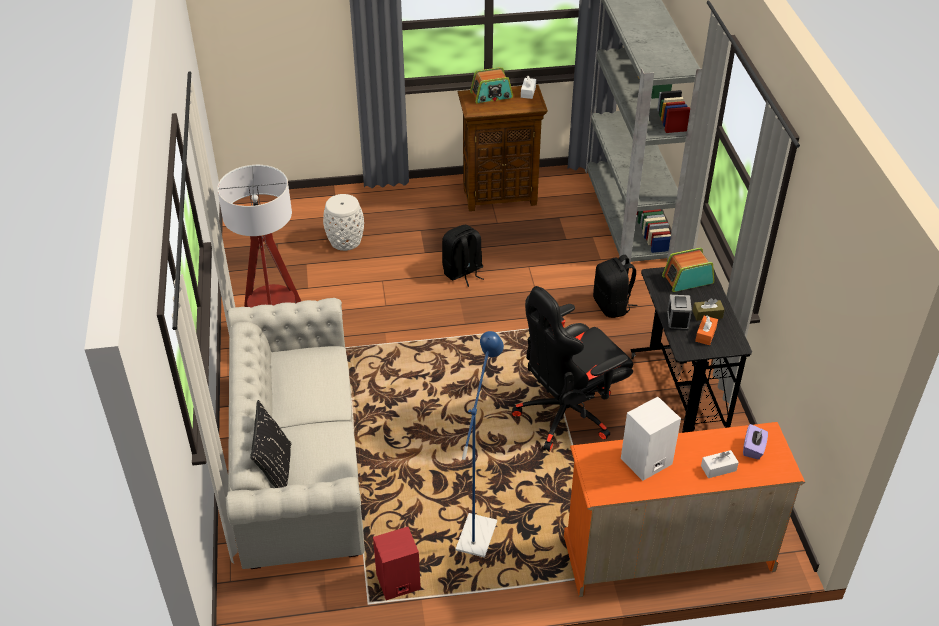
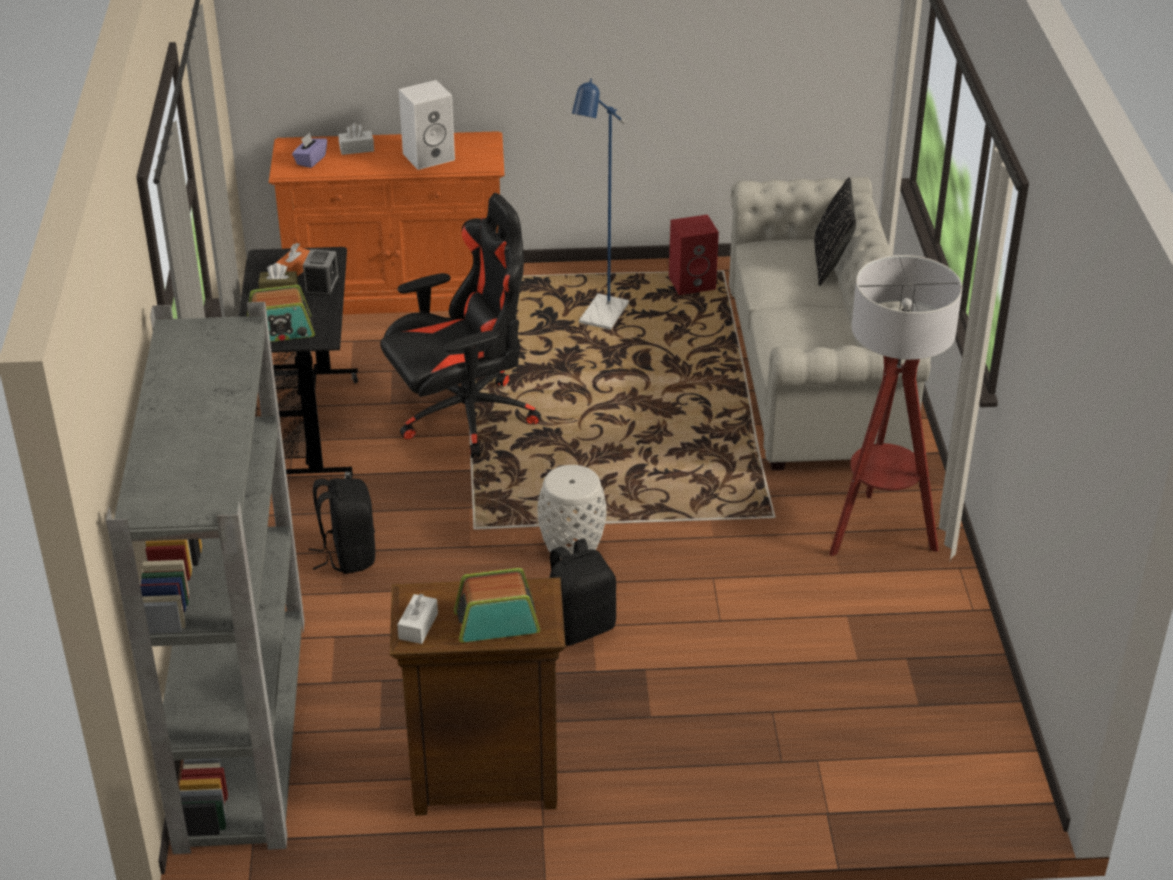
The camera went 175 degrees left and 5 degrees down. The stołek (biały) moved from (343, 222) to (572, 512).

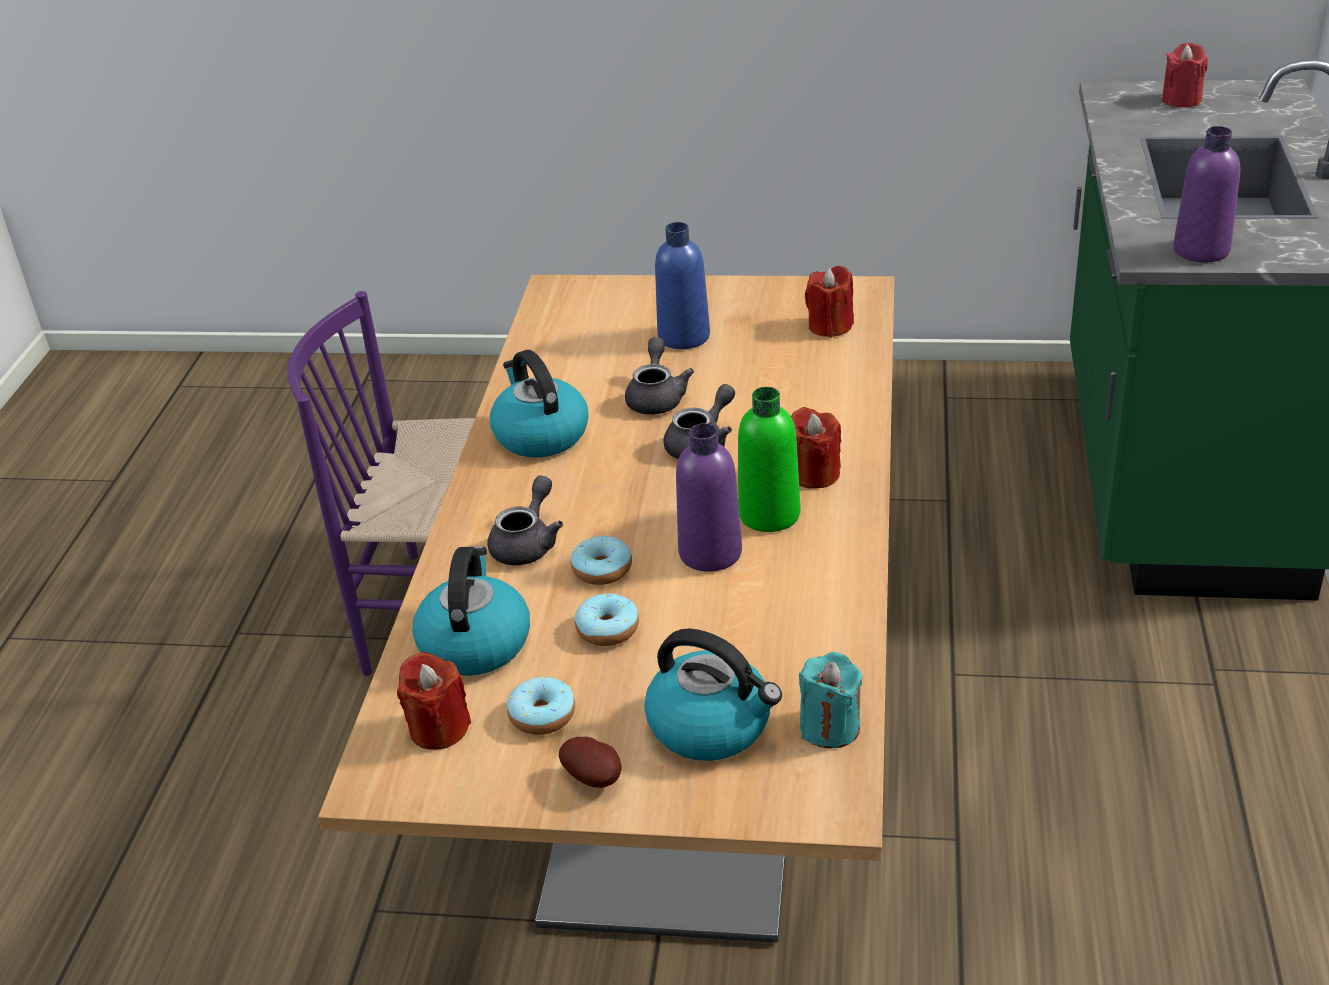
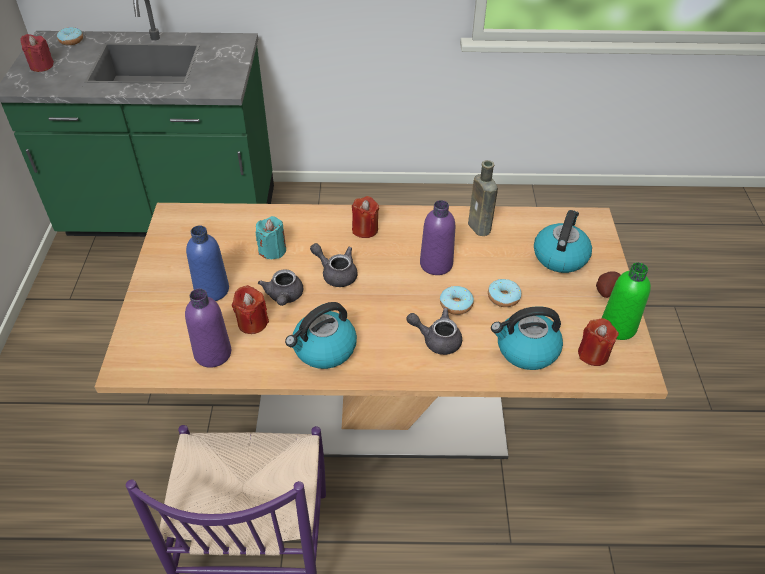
The camera went 100 degrees left and 10 degrees up. The donut moved from (541, 705) to (70, 36). The butelka (fioletowy) moved from (1206, 194) to (208, 328). The świeca (czerwony) moved from (829, 302) to (250, 309). The świeca (turkusowy) moved from (830, 700) to (271, 237). The imbryk (szary) at (659, 376) turned 90 degrees counterclockwise. The butelka (brązowy) at (483, 198) appeared. The butelka (zielony) moved from (769, 459) to (626, 301).

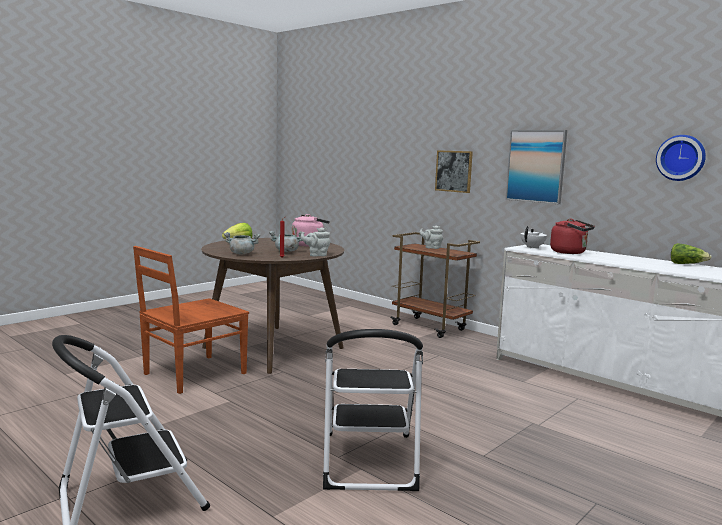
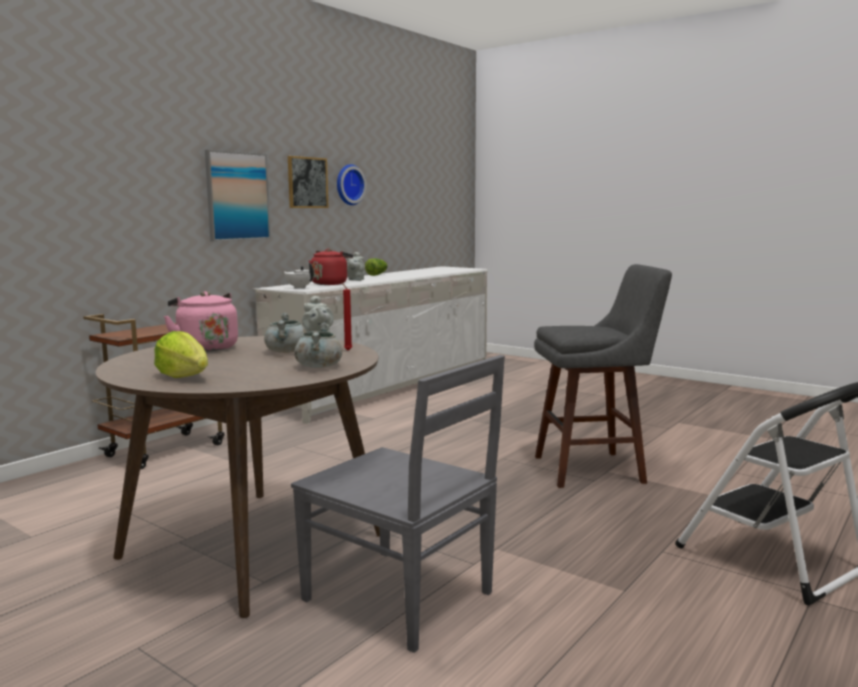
The camera went 95 degrees left and 0 degrees up. The obraz moved from (454, 171) to (308, 182). The krzesło (brązowy) at (191, 320) became the krzesło (szary) at (398, 504). The imbryk (szary) moved from (431, 237) to (356, 266). The drabinka at (373, 410) was replaced by the stołek (szary) at (603, 376).

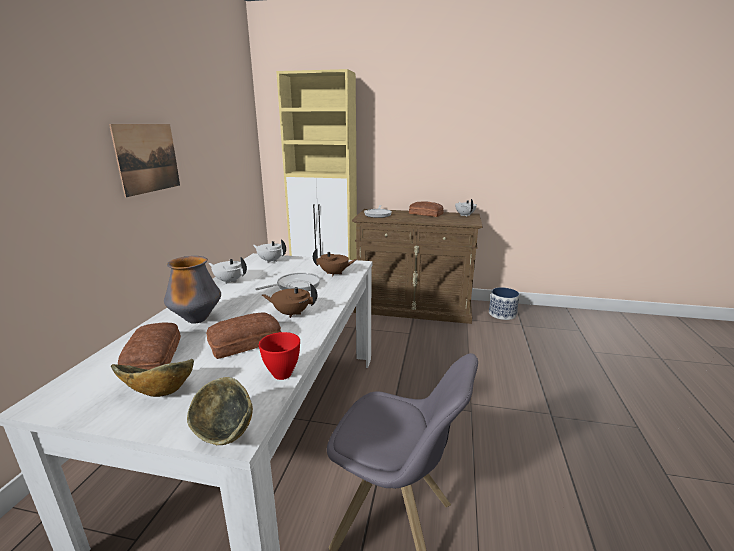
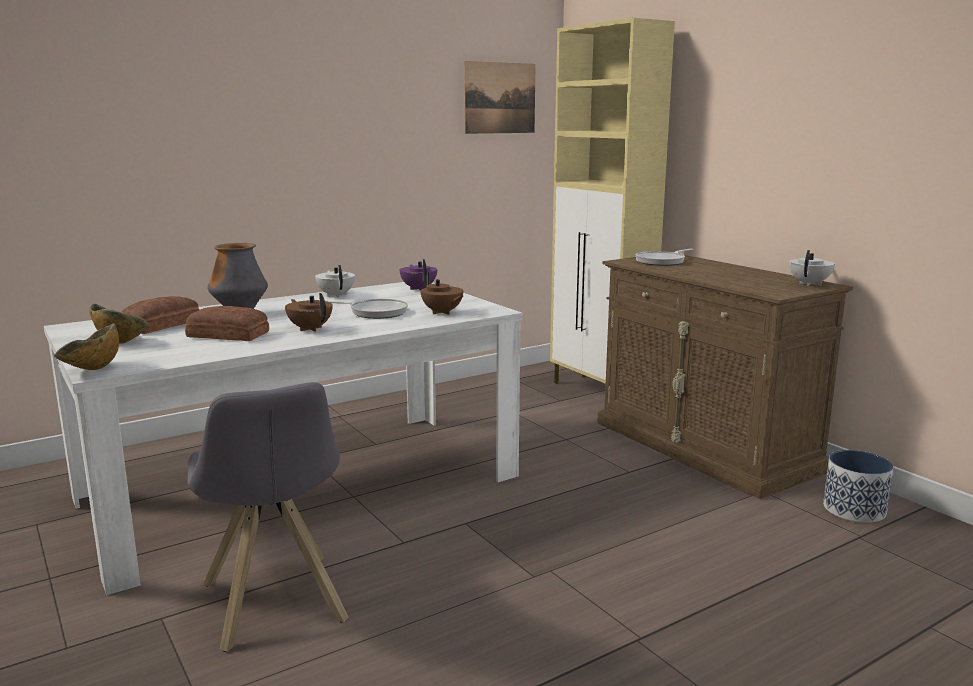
The camera went 45 degrees right and 5 degrees down. The imbryk (biały) at (269, 251) became the imbryk (fioletowy) at (418, 275). The obraz moved from (144, 160) to (500, 97). The miska (czerwony) at (279, 356) disappeared. The chleb at (426, 209) disappeared.

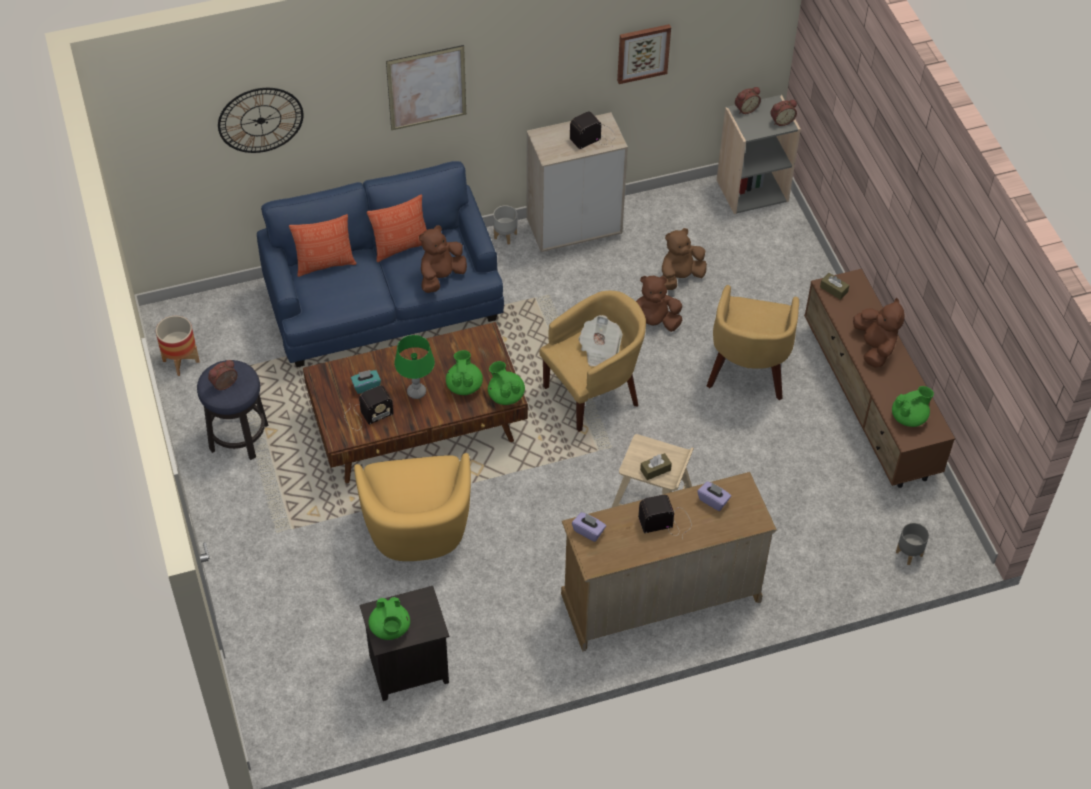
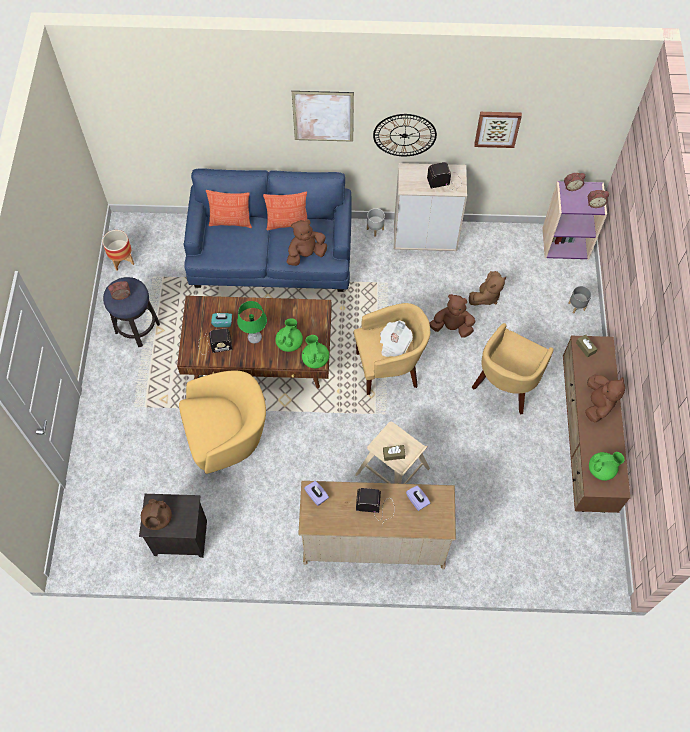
The camera went 20 degrees right and 10 degrees up. The imbryk (zielony) at (389, 618) became the imbryk (brązowy) at (156, 514). The fotel (żółty) at (412, 507) turned 120 degrees counterclockwise. The zegar ścienny moved from (261, 120) to (405, 135). The pluszak (brązowy) at (684, 259) turned 150 degrees clockwise. The regał (szary) at (759, 154) became the regał (fioletowy) at (575, 220). The donica (szary) moved from (912, 544) to (579, 299).

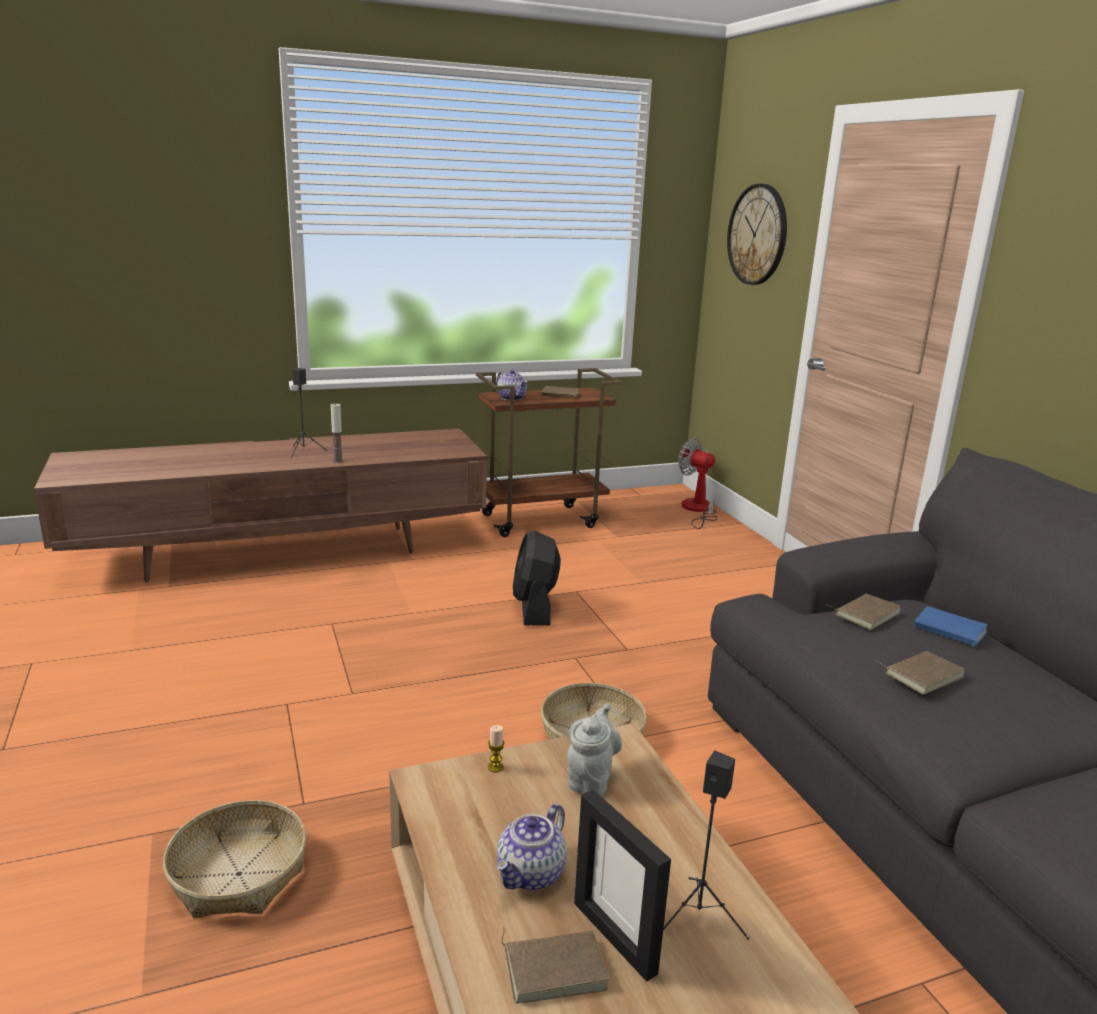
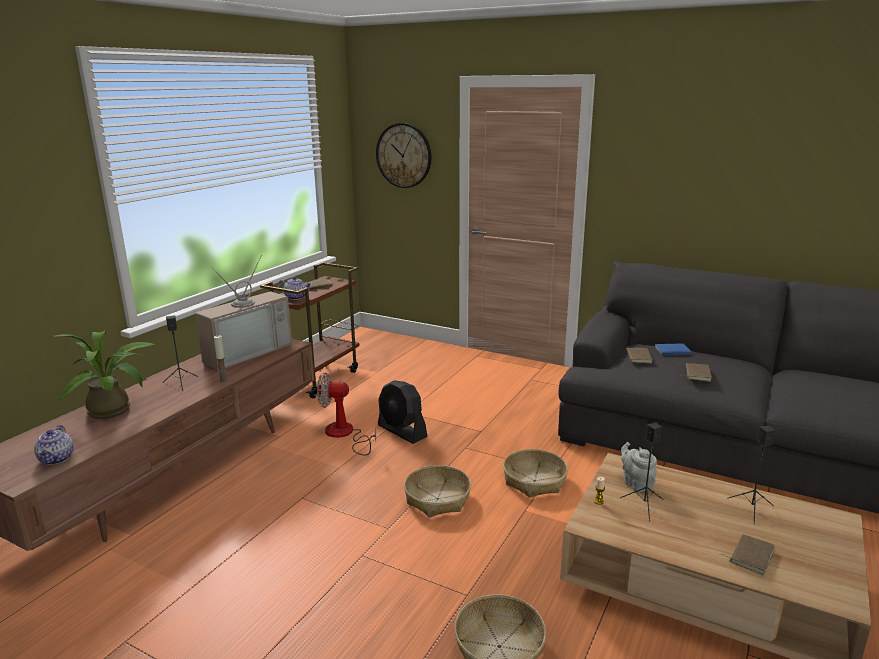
The camera went 40 degrees left and 0 degrees up. The imbryk moved from (531, 846) to (54, 445). The roślina doniczkowa at (103, 374) appeared. The telewizor at (243, 312) appeared. The wentylator moved from (697, 483) to (346, 414). The koszyk at (437, 491) appeared. The głośnik (czarny) at (642, 472) appeared. The ramka na zdjęcie at (622, 886) disappeared.

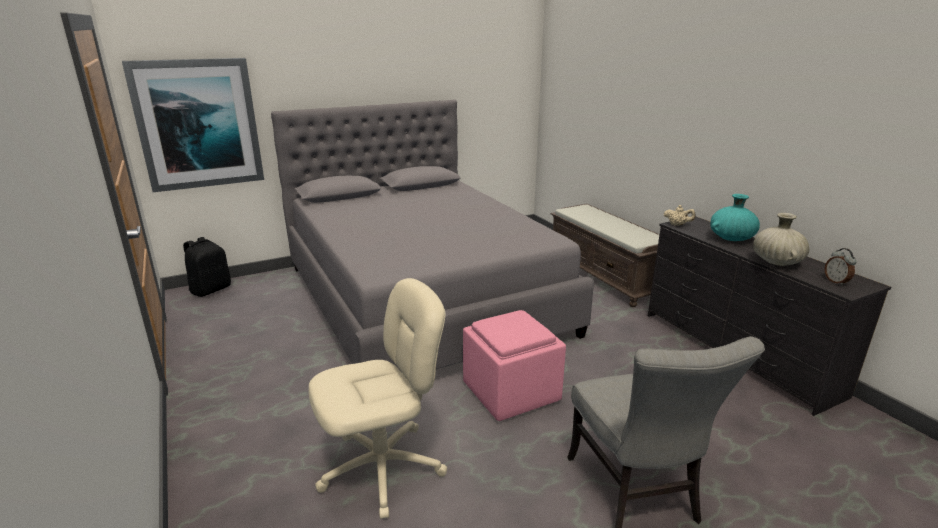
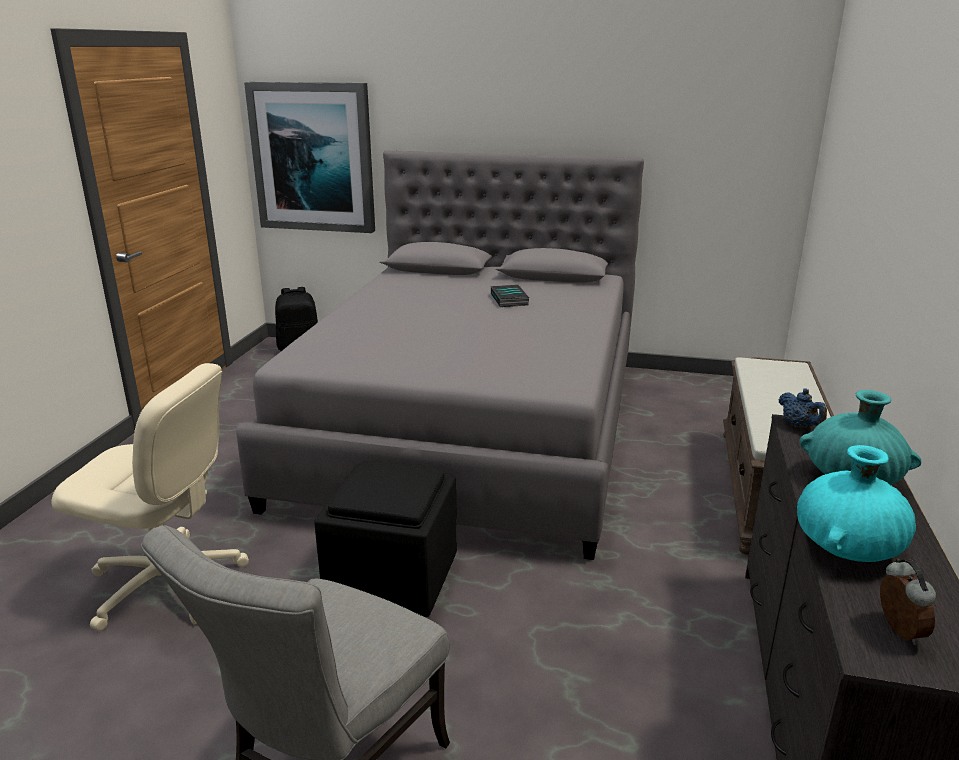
The camera went 40 degrees right and 0 degrees up. The pufa (różowy) at (514, 365) became the pufa (czarny) at (385, 539). The książka at (510, 296) appeared. The imbryk (beżowy) at (679, 215) became the imbryk (niebieski) at (803, 408). The wazon (beżowy) at (781, 239) became the wazon (turkusowy) at (856, 503). The budzik at (841, 267) turned 150 degrees clockwise.

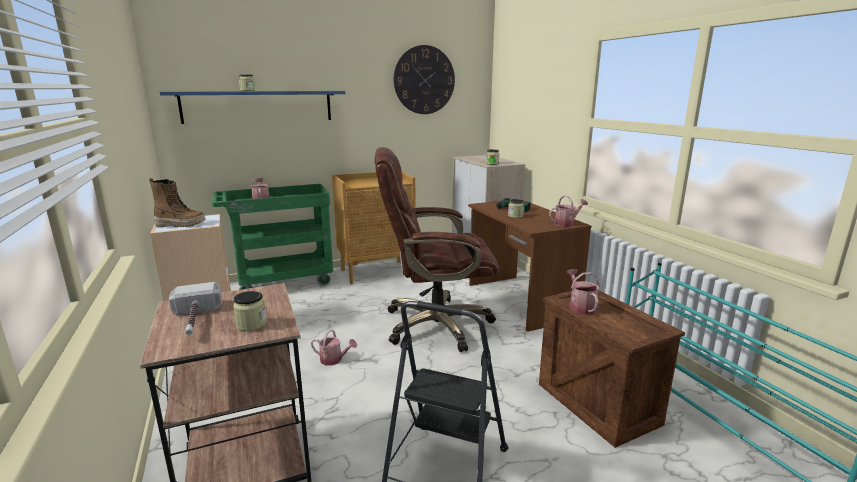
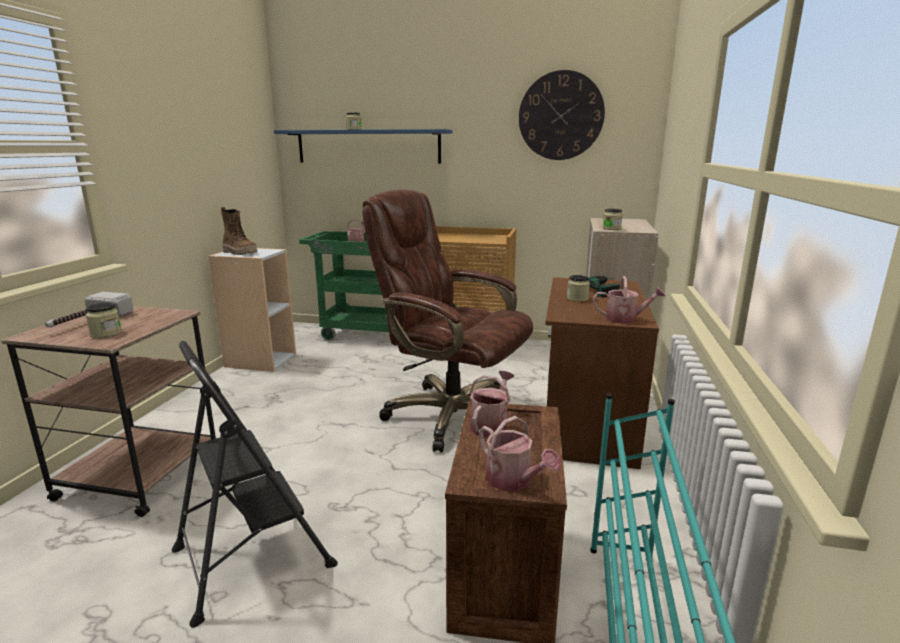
The camera went 35 degrees right and 0 degrees up. The konewka moved from (334, 347) to (520, 453).

